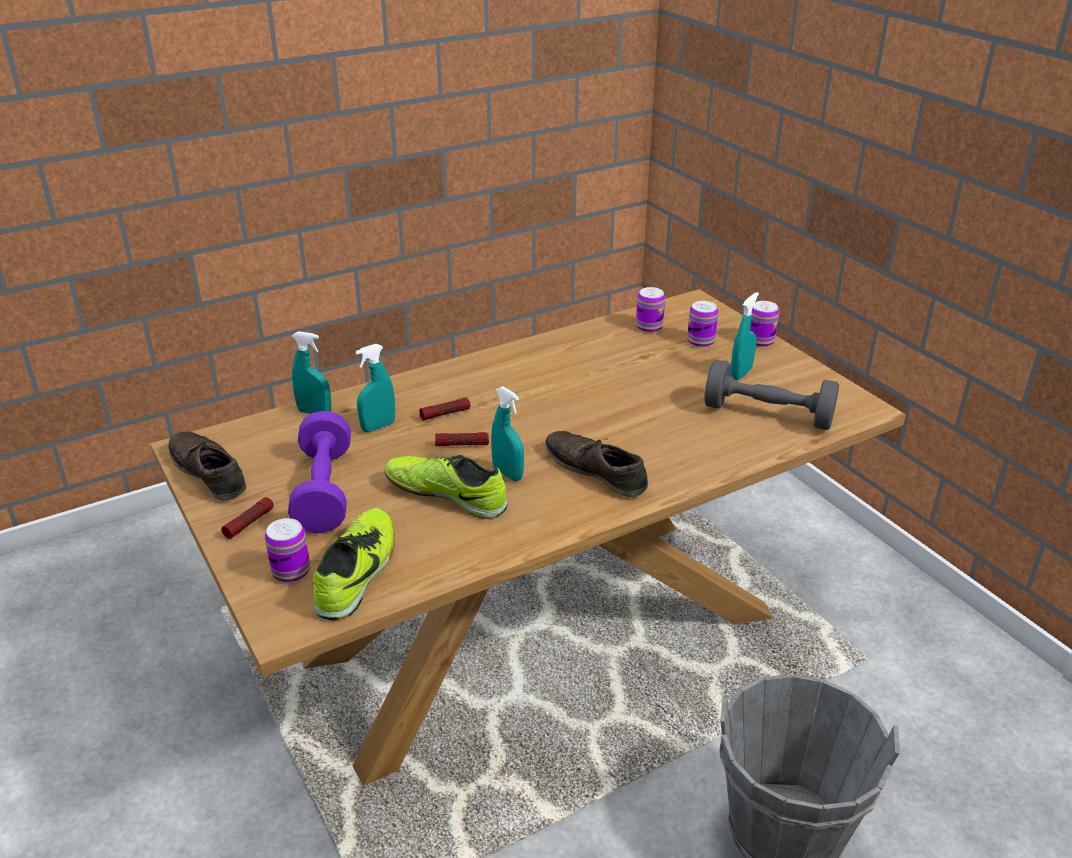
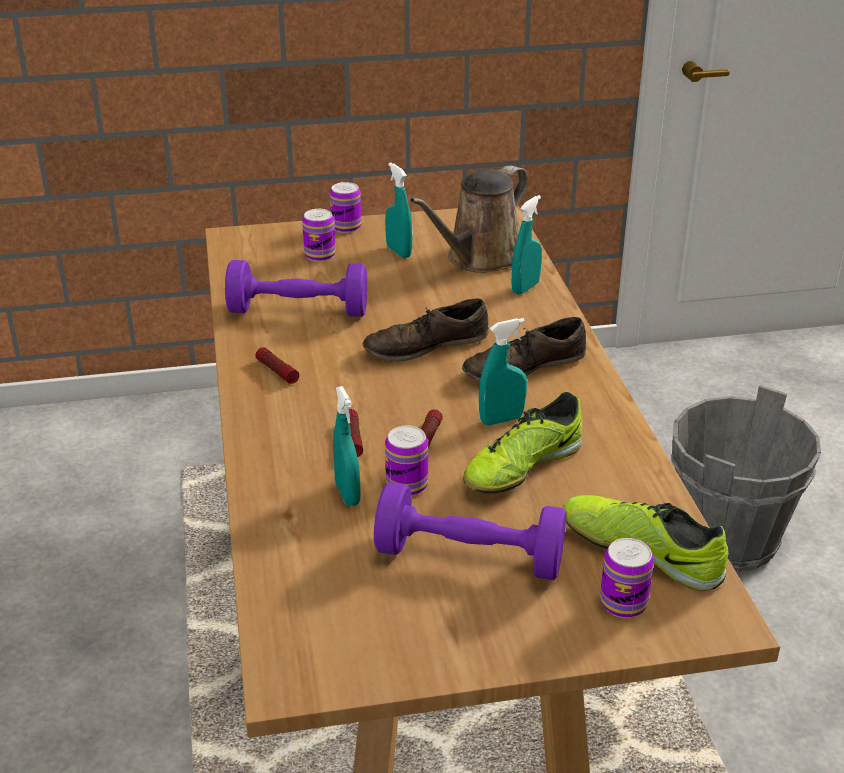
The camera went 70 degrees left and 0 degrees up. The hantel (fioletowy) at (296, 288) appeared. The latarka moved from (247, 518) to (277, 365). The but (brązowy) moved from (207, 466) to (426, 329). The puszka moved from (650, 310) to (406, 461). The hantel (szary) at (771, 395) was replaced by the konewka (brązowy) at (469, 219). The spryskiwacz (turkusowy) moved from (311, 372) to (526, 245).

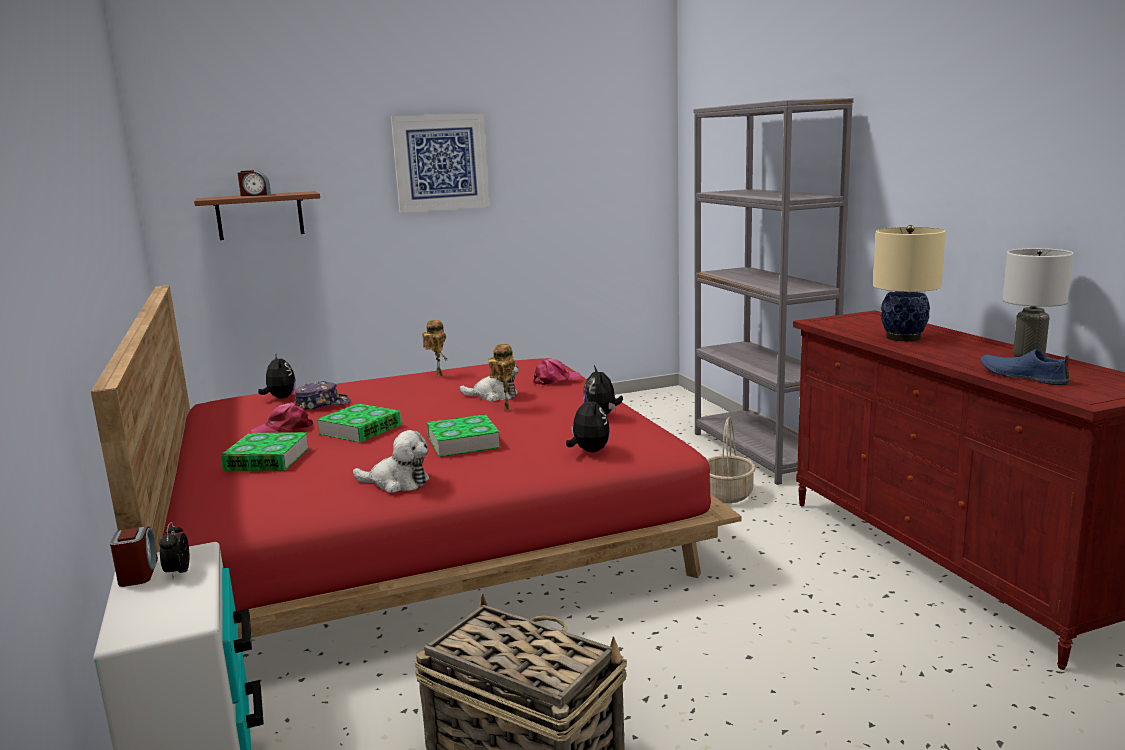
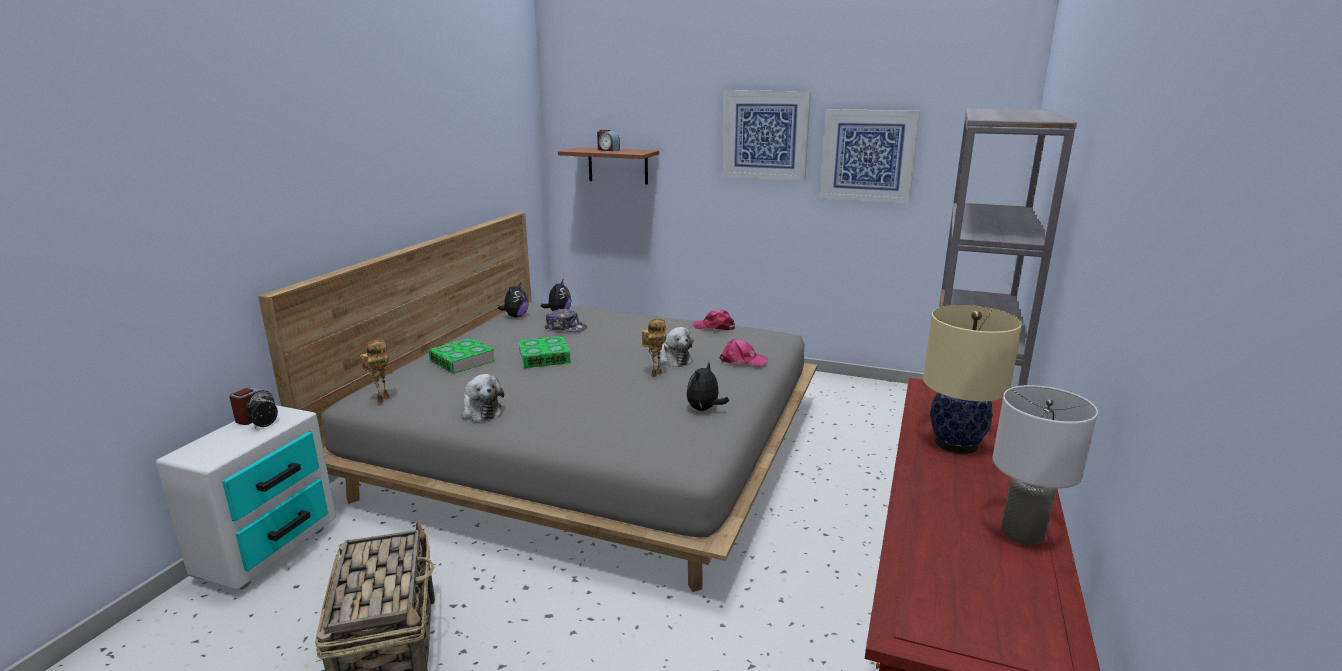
The camera went 40 degrees right and 5 degrees up. The łóżko (czerwony) at (416, 462) became the łóżko (szary) at (537, 402). The robot zabawkowy moved from (435, 348) to (376, 371). The pluszak moved from (588, 423) to (513, 300). The czapka z daszkiem (różowy) moved from (282, 417) to (714, 320). The obraz at (870, 156) appeared. The książka at (464, 435) disappeared. The koszyk at (731, 460) disappeared. The but (niebieski) at (1025, 367) disappeared.

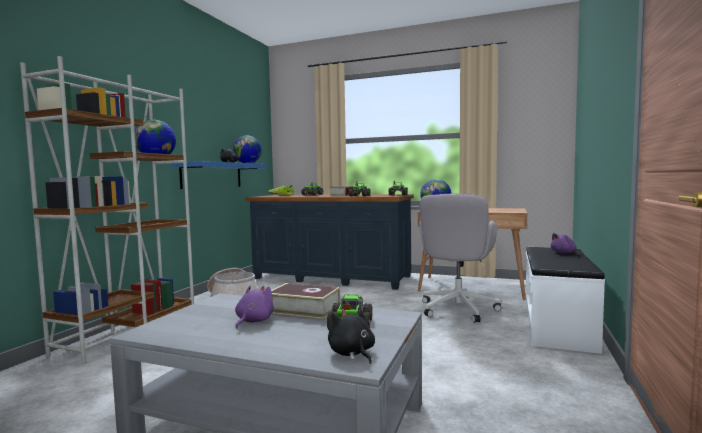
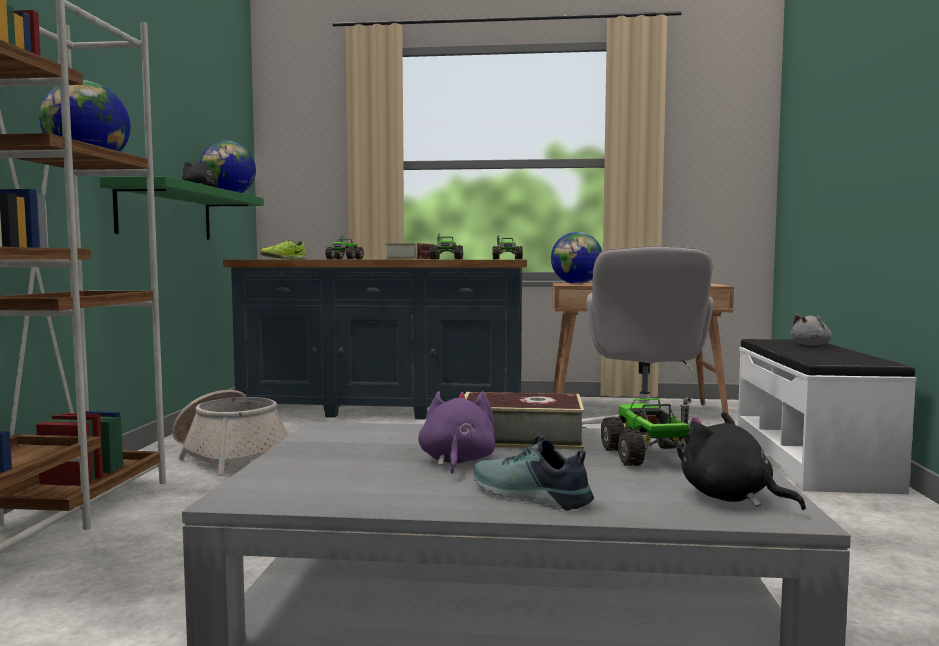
The camera went 15 degrees left and 0 degrees up. The półka (niebieski) at (219, 175) became the półka (zielony) at (182, 208). The but at (533, 473) appeared. The pluszak (fioletowy) at (564, 243) became the pluszak (szary) at (811, 329).

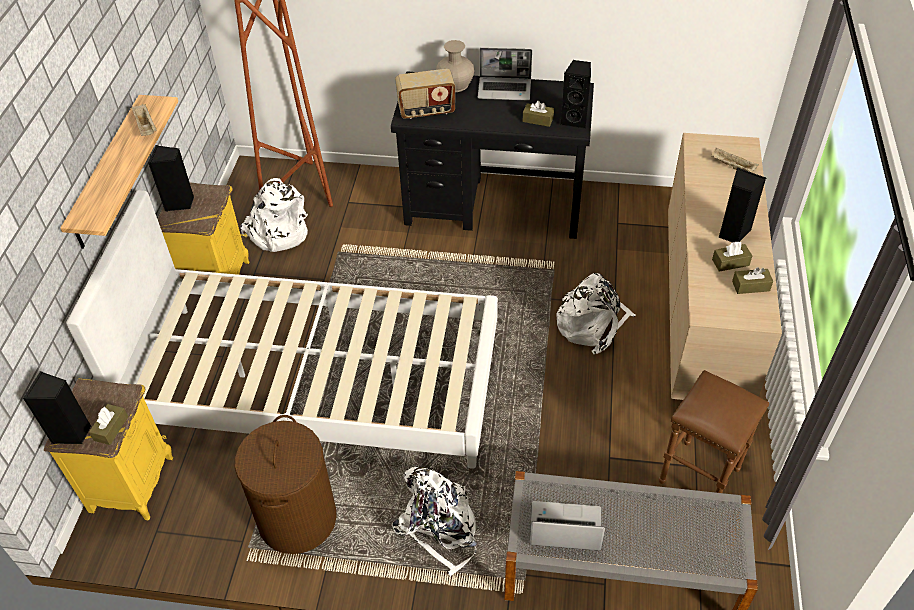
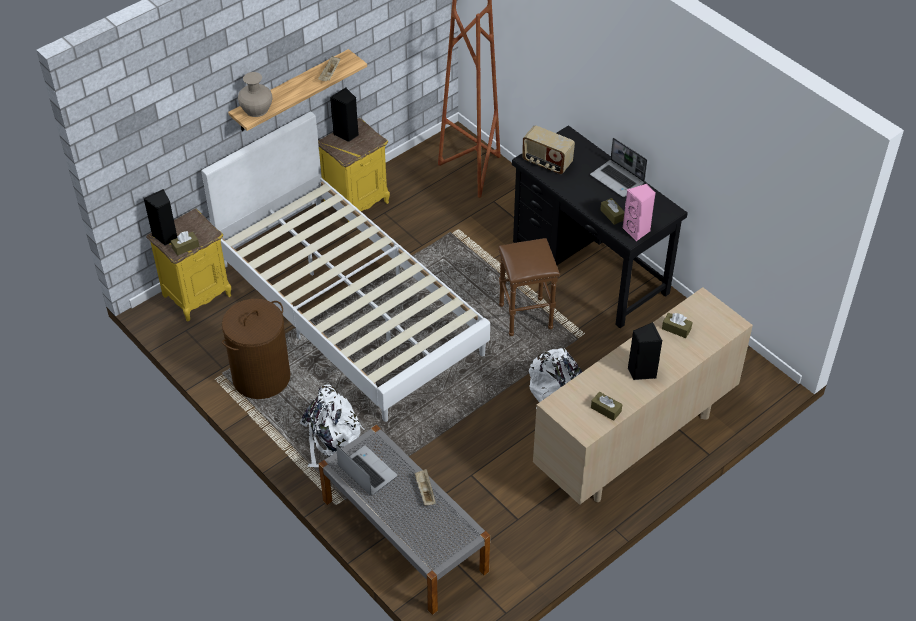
The camera went 40 degrees right and 0 degrees up. The wazon (beżowy) moved from (455, 66) to (255, 94). The taca (beżowy) moved from (735, 159) to (425, 487). The stołek (brązowy) moved from (714, 439) to (529, 287). The głośnik (czarny) at (575, 94) became the głośnik (różowy) at (639, 212). The pudełko chusteczek (brązowy) moved from (732, 257) to (677, 325). The plecak (biały) at (274, 215) disappeared.

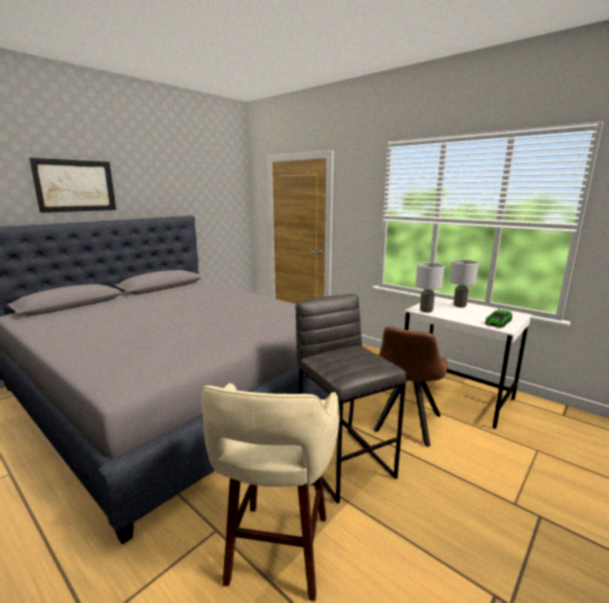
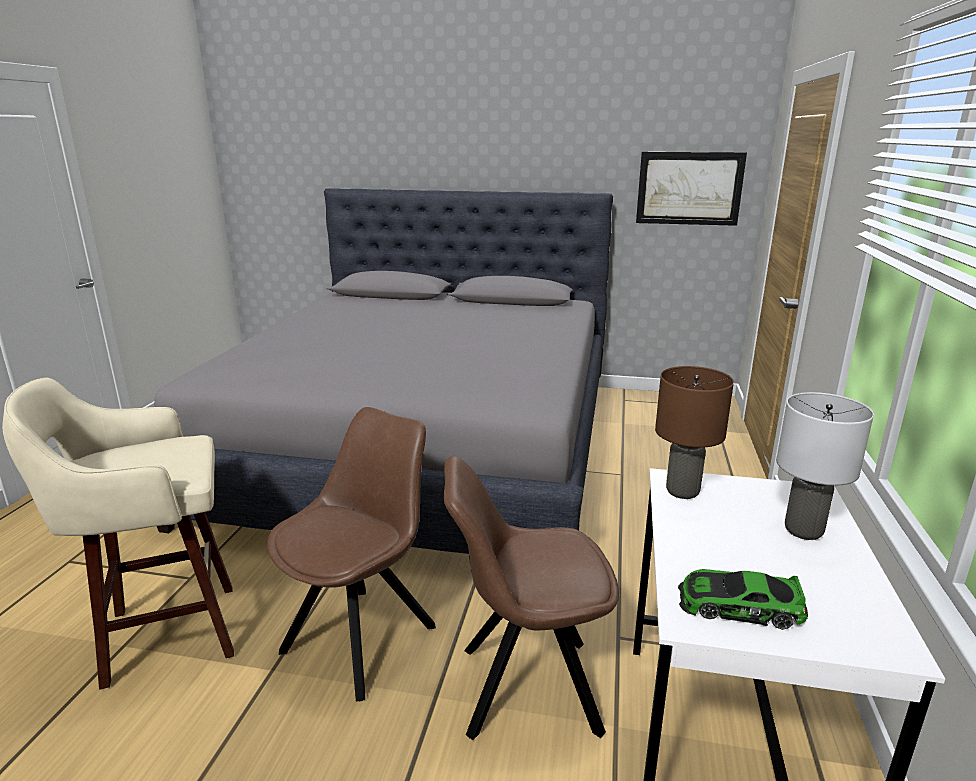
The camera went 60 degrees right and 5 degrees up. The stołek (szary) at (351, 399) was replaced by the krzesło (brązowy) at (351, 554). The obraz moved from (72, 185) to (691, 189). The lampa stołowa (biały) at (429, 288) became the lampa stołowa (brązowy) at (694, 432).

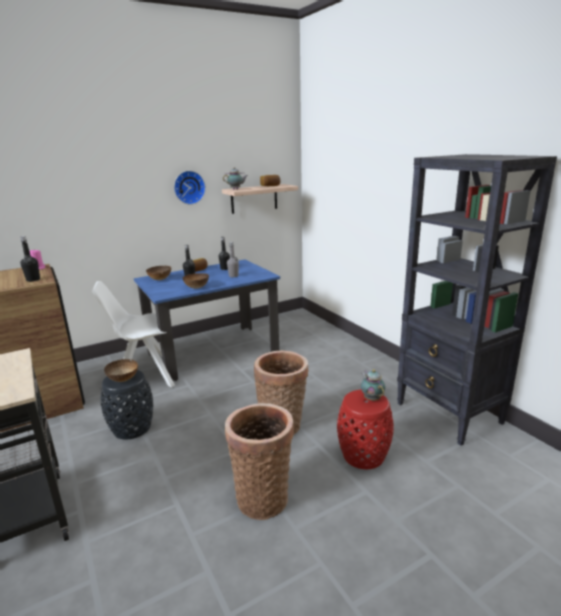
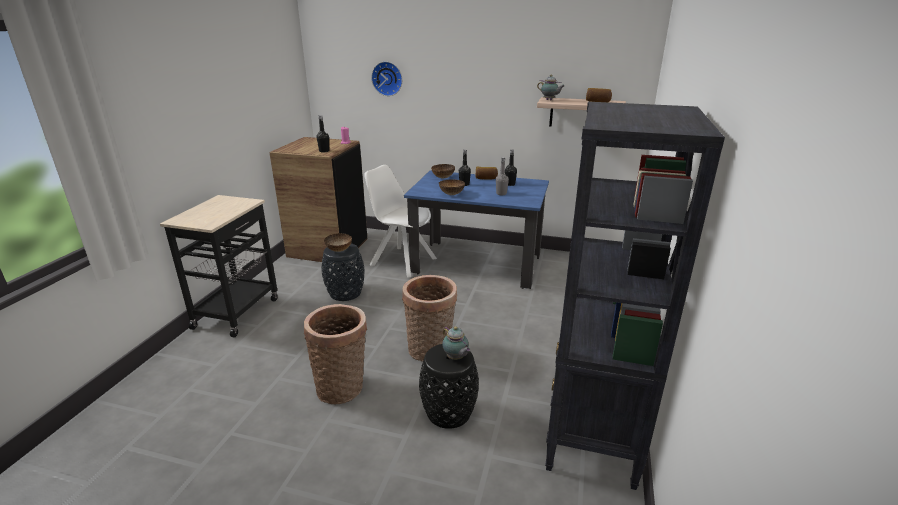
The camera went 45 degrees right and 5 degrees up. The zegar ścienny moved from (190, 188) to (386, 78). The stołek (czerwony) at (365, 429) became the stołek (czarny) at (449, 386). The imbryk at (373, 385) turned 120 degrees clockwise.

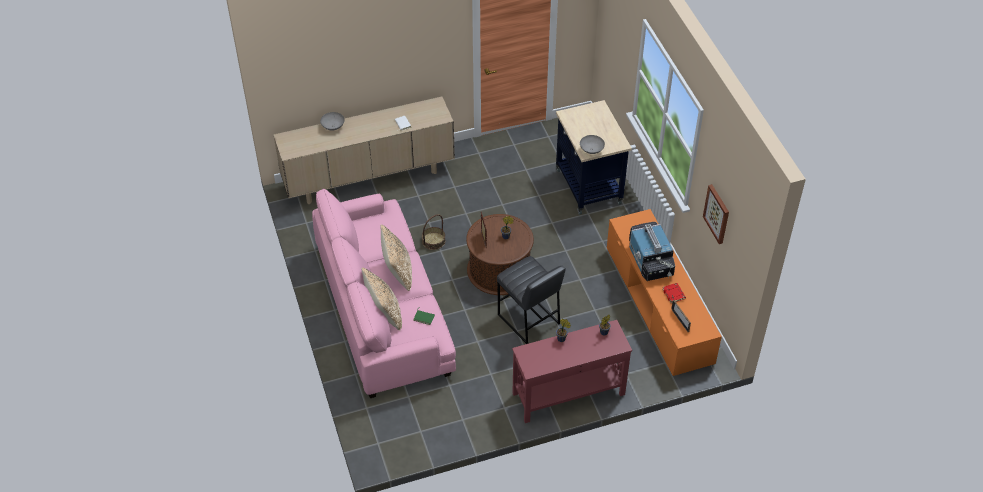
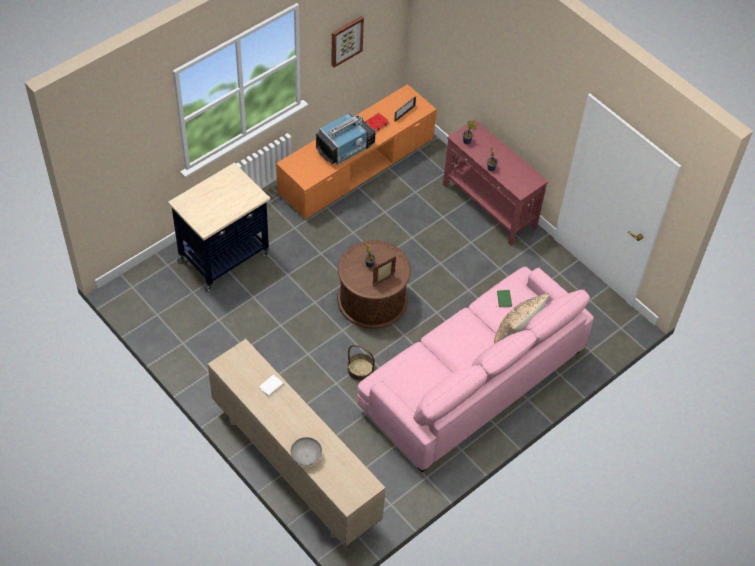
The camera went 115 degrees left and 5 degrees up. The poduszka (beżowy) at (396, 258) disappeared. The stołek (szary) at (531, 300) disappeared. The miska (szary) at (592, 144) disappeared.

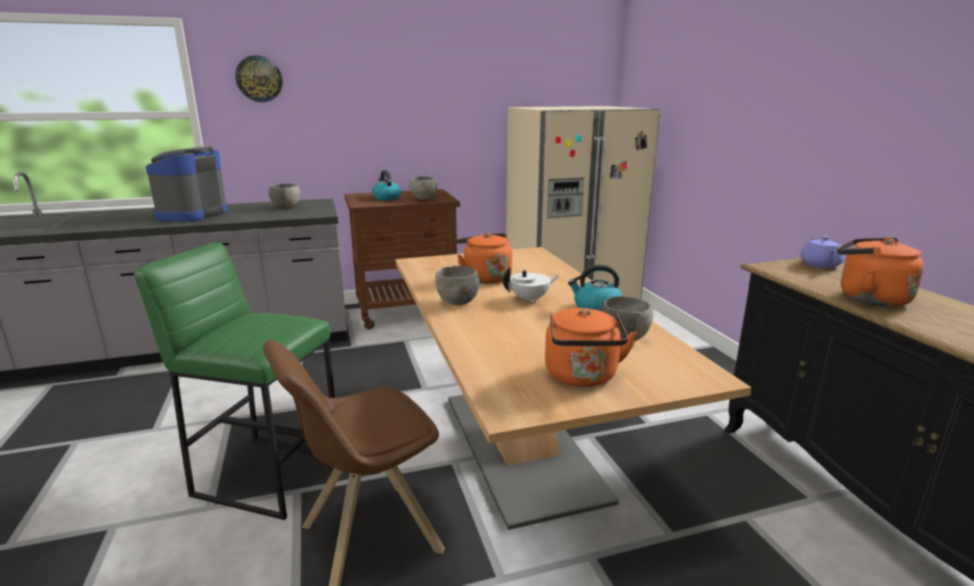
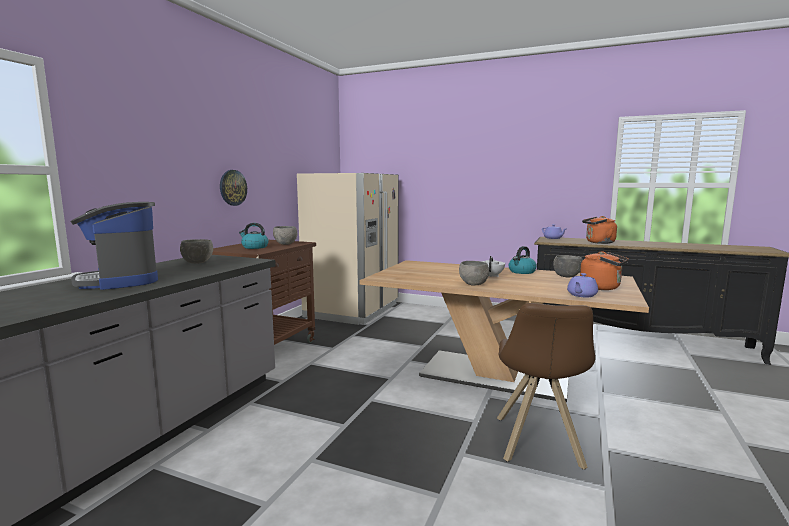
The camera went 50 degrees left and 10 degrees down. The zegar ścienny moved from (259, 78) to (233, 188). The imbryk (fioletowy) at (582, 285) appeared. The stołek (zielony) at (234, 381) disappeared. The czajnik (pomarańczowy) at (484, 258) disappeared.

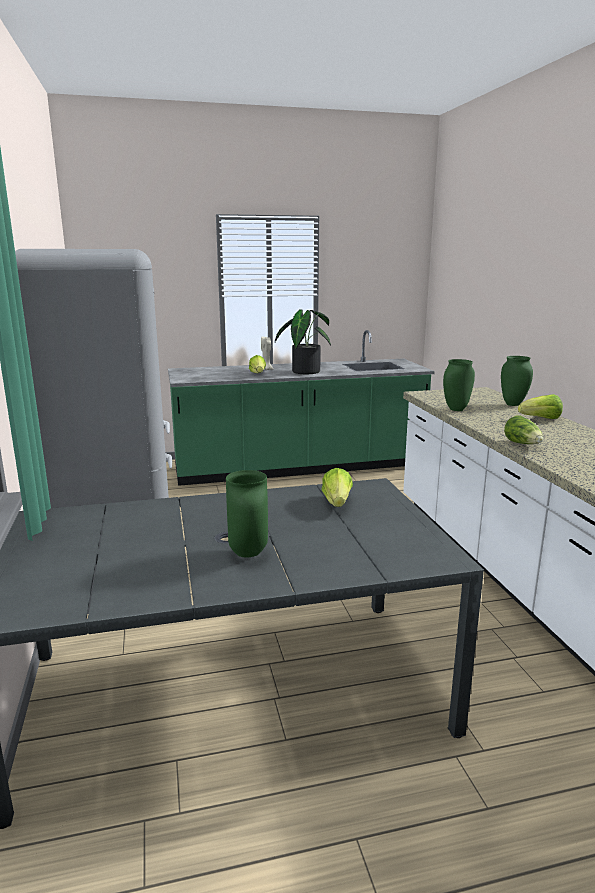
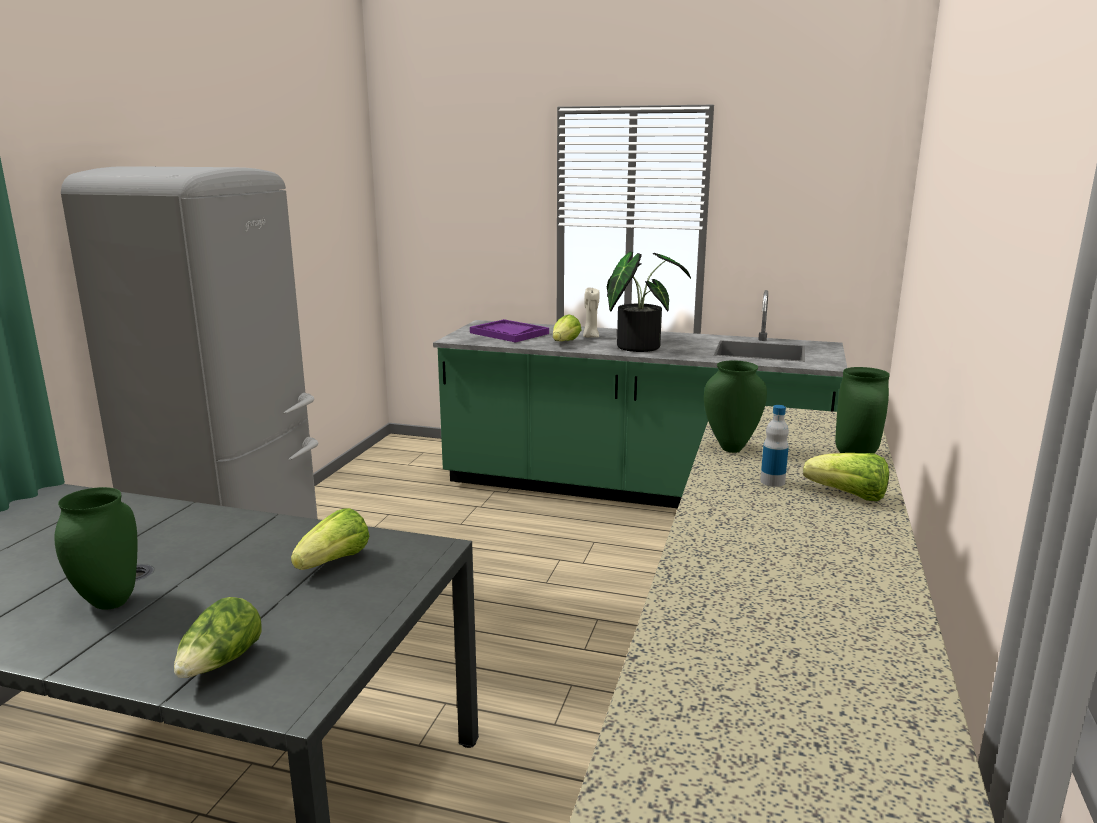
The camera went 30 degrees right and 0 degrees up. The sałata moved from (523, 430) to (218, 637). The taca (fioletowy) at (509, 331) appeared. The butelka at (774, 446) appeared.

